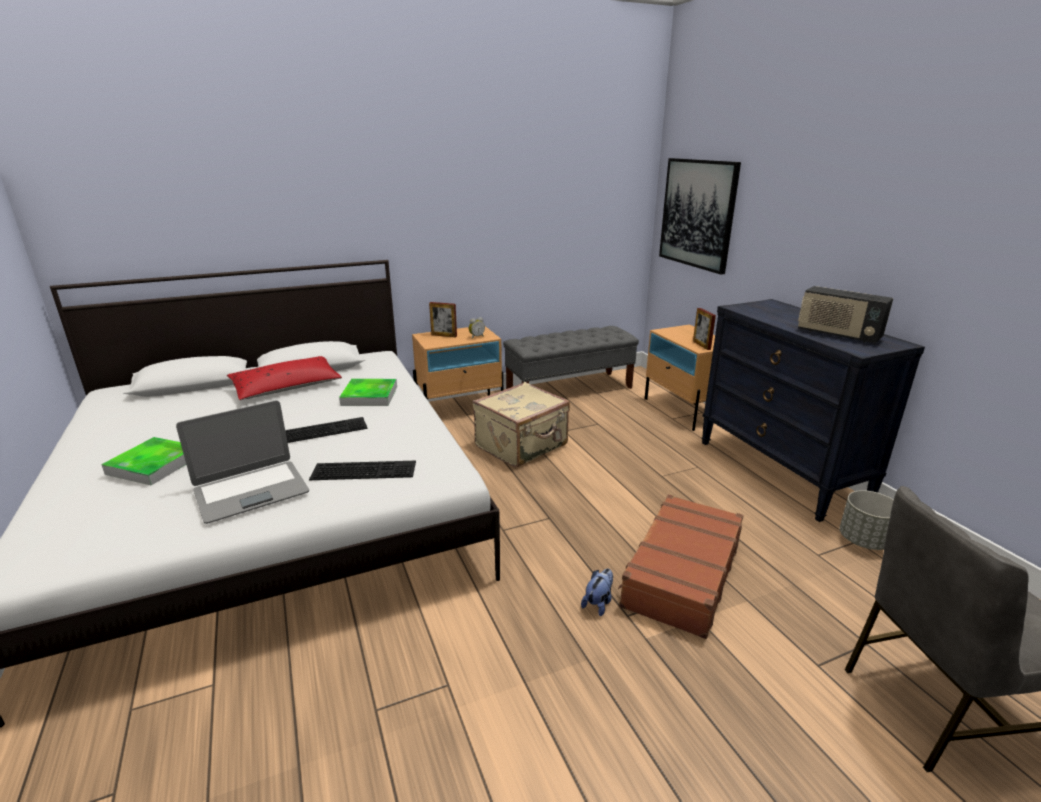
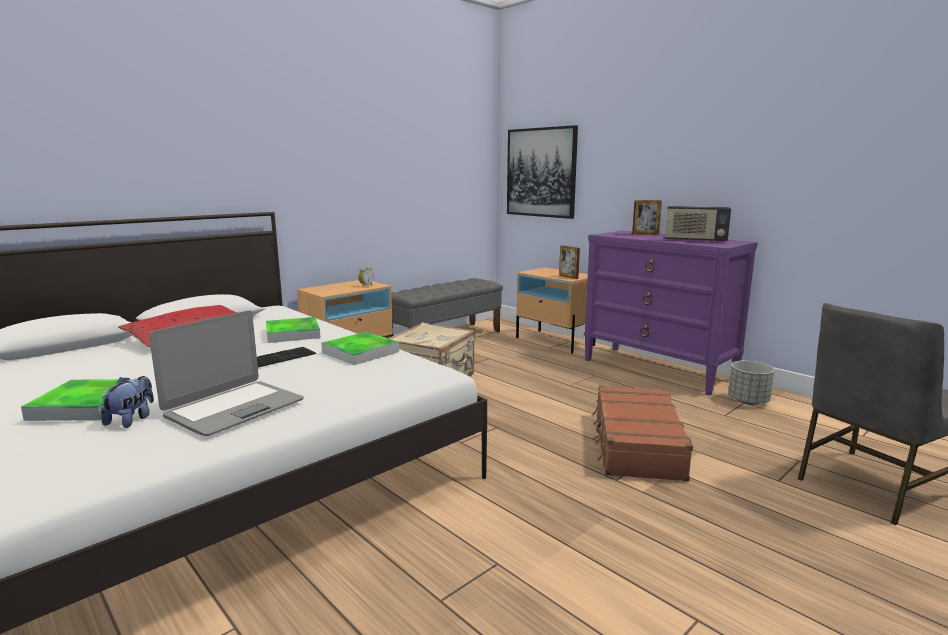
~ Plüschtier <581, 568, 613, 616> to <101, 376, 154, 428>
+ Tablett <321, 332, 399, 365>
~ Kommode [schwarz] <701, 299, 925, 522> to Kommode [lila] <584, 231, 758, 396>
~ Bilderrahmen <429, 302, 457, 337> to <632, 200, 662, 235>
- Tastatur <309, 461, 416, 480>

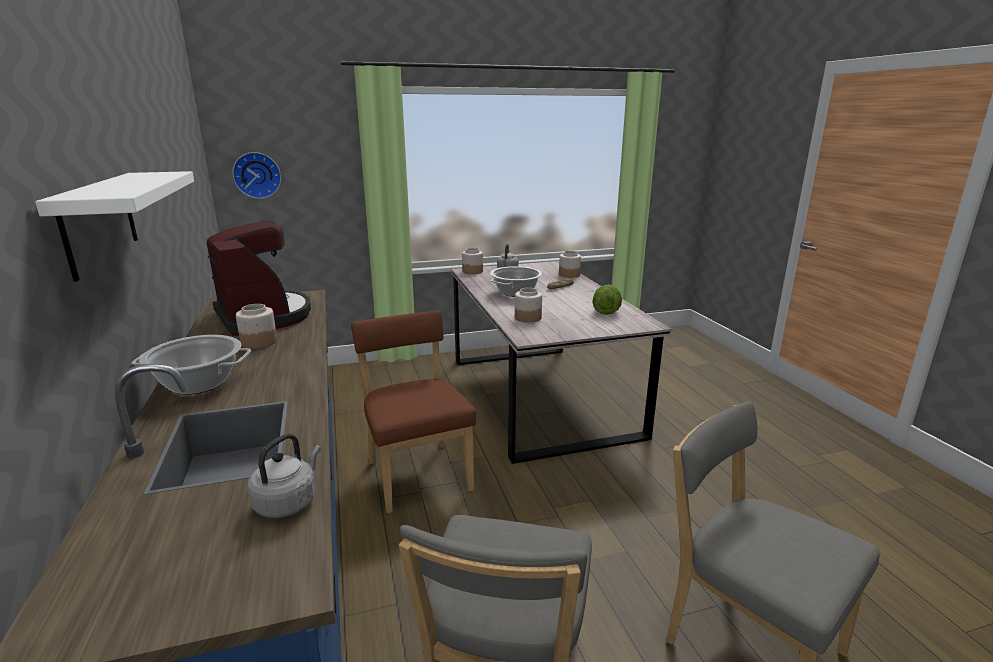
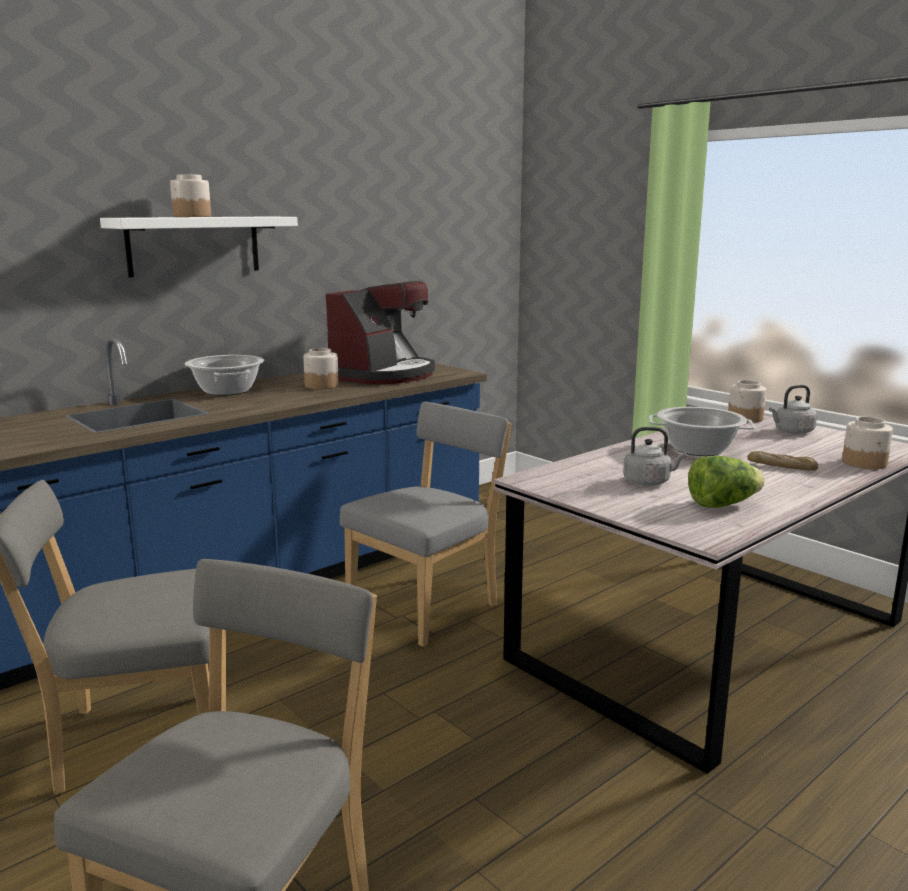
~ Vorratsglas <515, 288, 542, 323> to <170, 174, 211, 217>
~ Stuhl [braun] <351, 311, 476, 513> to Stuhl [grau] <339, 402, 511, 647>
~ Wasserkessel [grau] <248, 433, 321, 518> to <623, 427, 687, 486>
- Wanduhr <232, 152, 281, 199>

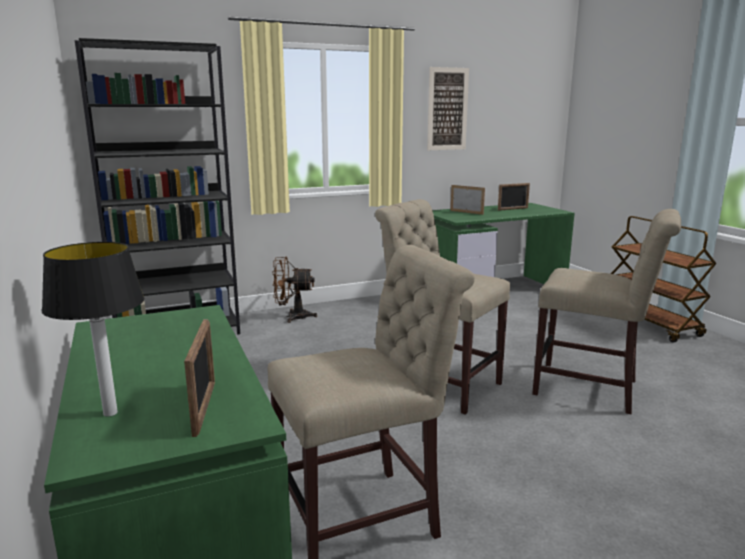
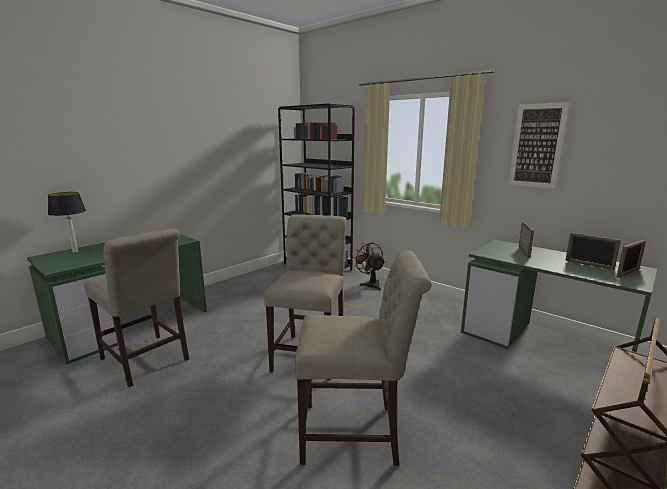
~ Stuhl [beige] <532, 209, 681, 414> = <295, 251, 432, 466> 90 degrees counterclockwise
~ Bilderrahmen <184, 319, 215, 437> to <616, 240, 646, 278>

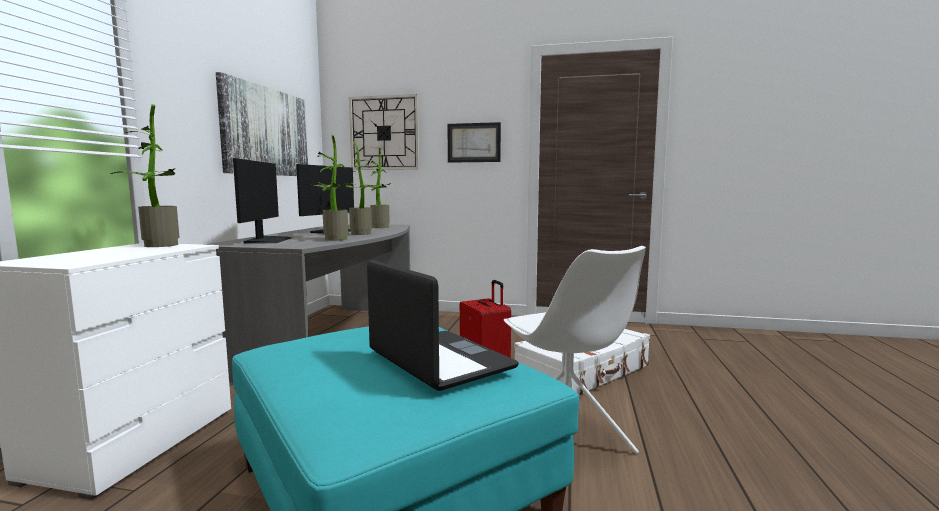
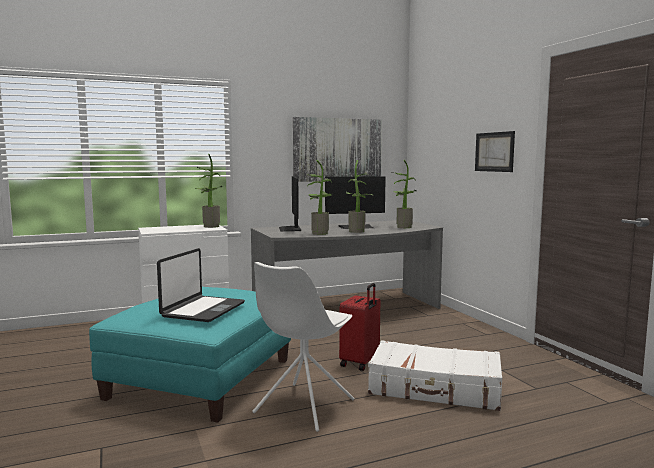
~ Monitor <233, 158, 292, 243> = <279, 176, 301, 232> 120 degrees clockwise
- Wanduhr <349, 94, 419, 170>

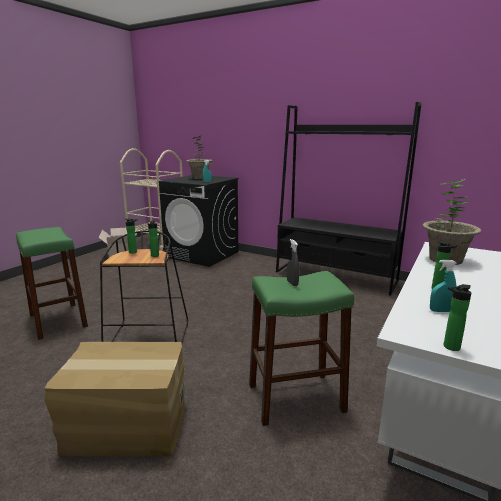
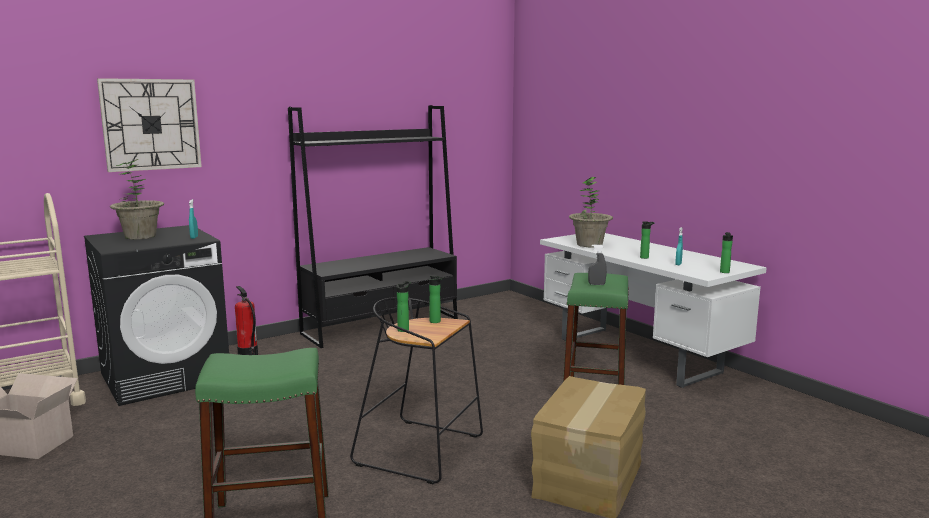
+ Wanduhr <97, 78, 202, 172>
+ Feuerlöscher <235, 286, 258, 355>

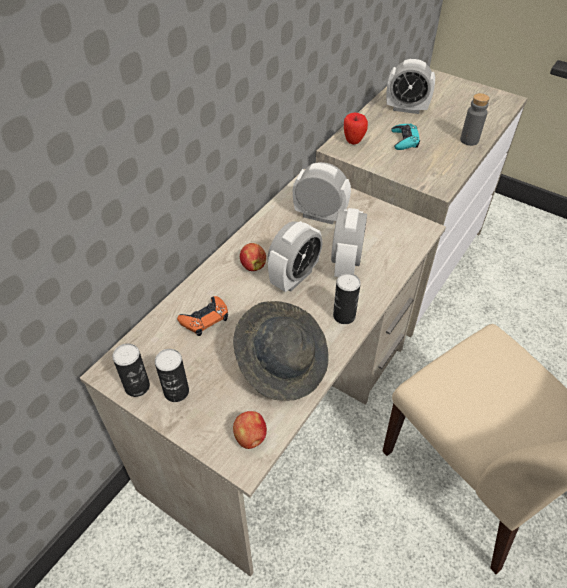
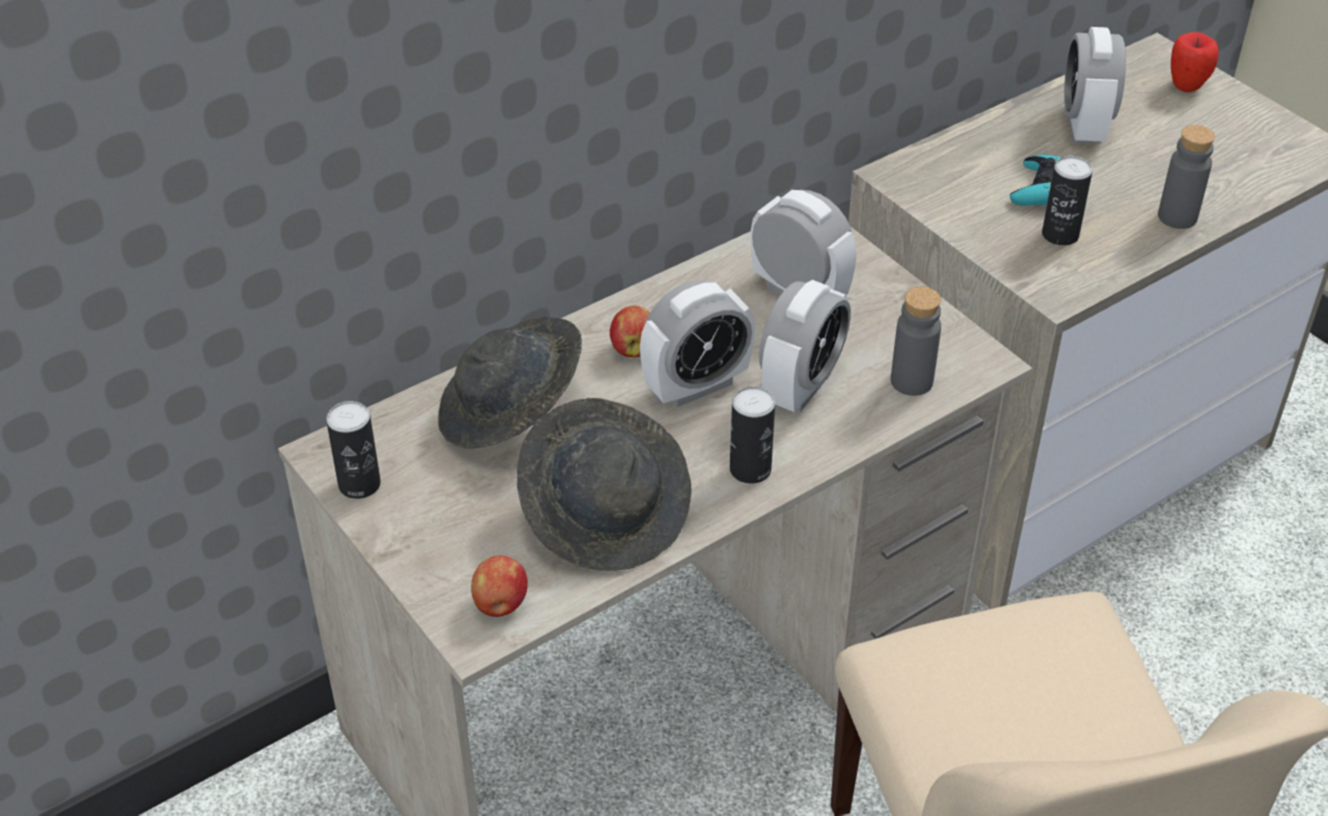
~ Gamepad [orange] <177, 296, 228, 336> to Hut [grau] <438, 317, 582, 449>
+ Flasche [grau] <891, 287, 941, 396>
~ Dose <155, 349, 189, 402> to <1042, 156, 1093, 246>
~ Wecker <386, 59, 435, 114> = <1064, 27, 1126, 144> 60 degrees clockwise
~ Apfel <344, 112, 368, 145> to <1171, 32, 1219, 92>

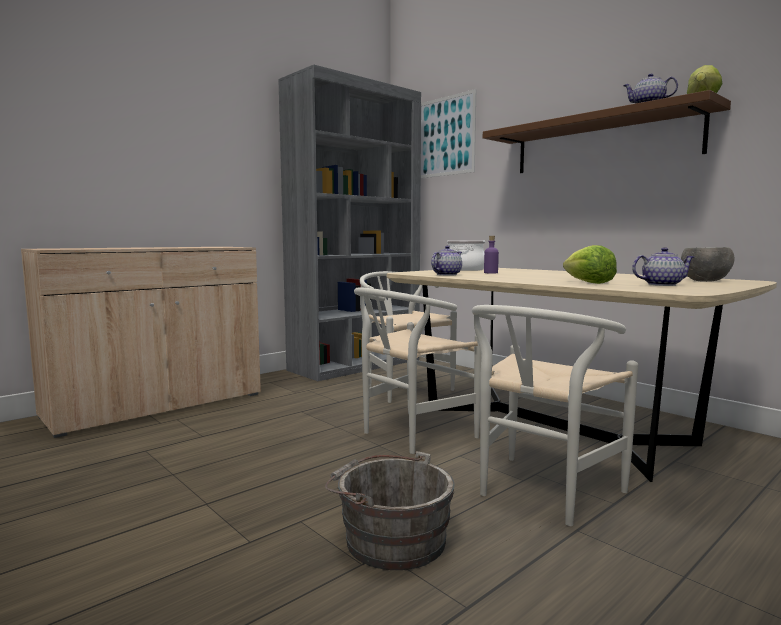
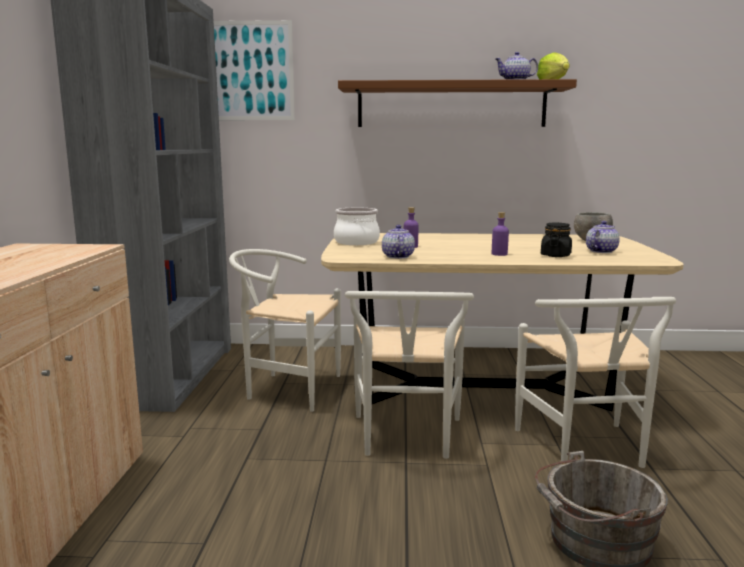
+ Flasche [lila] <492, 212, 509, 256>
~ Salatkopf <563, 245, 617, 284> to Vorratsglas [schwarz] <541, 223, 572, 257>

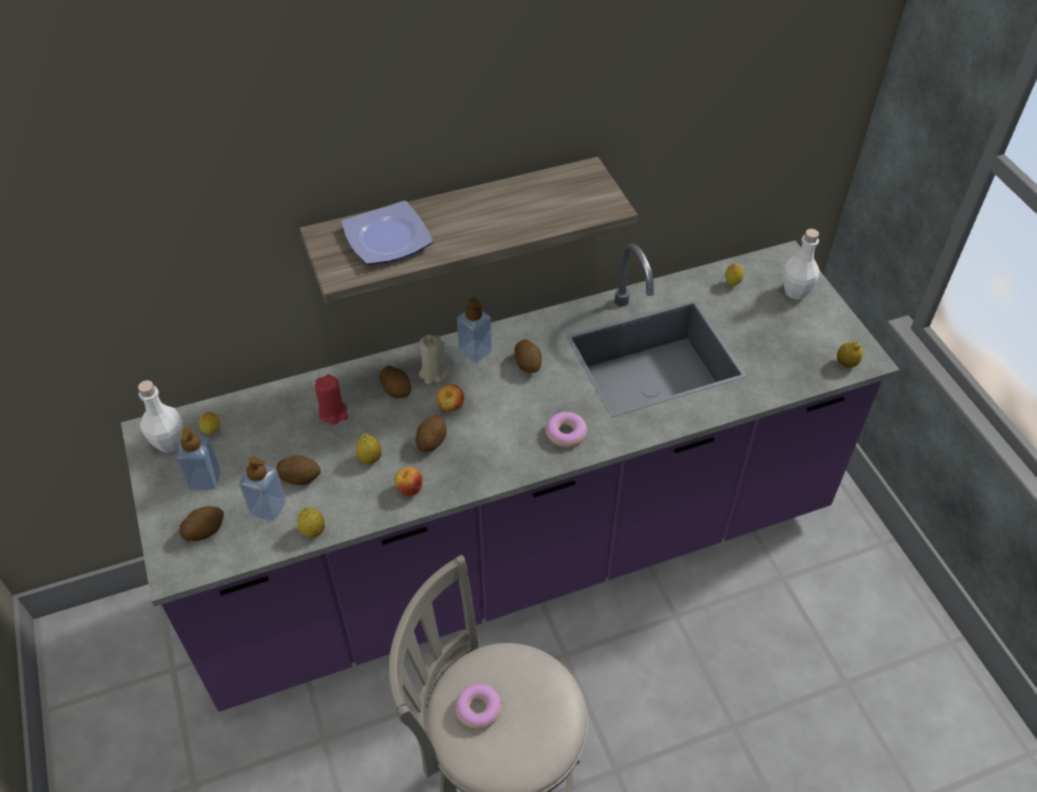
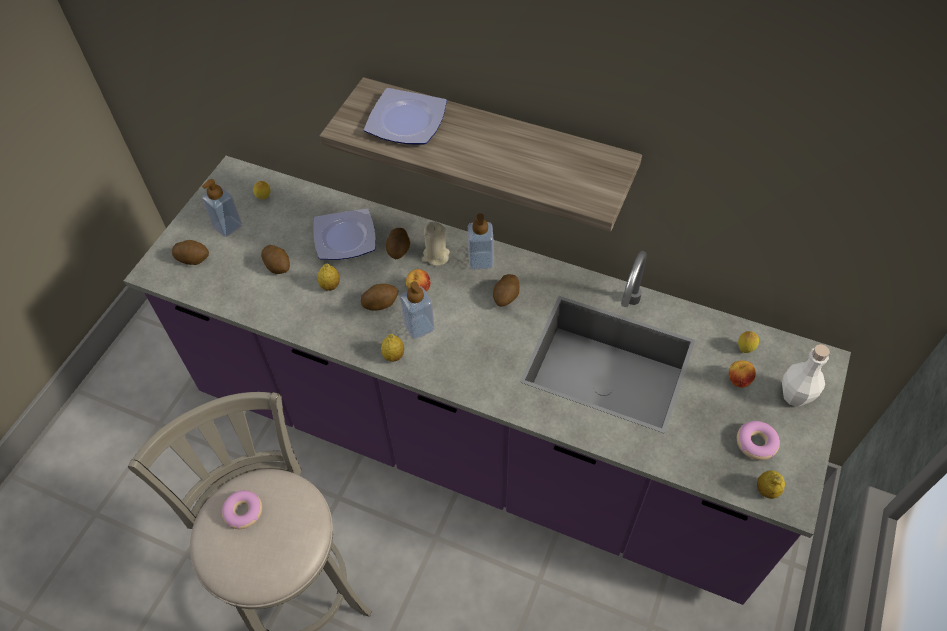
~ Kerze [rot] <315, 374, 348, 425> to Teller <313, 209, 376, 260>
~ Zitrone <297, 507, 325, 538> to <381, 334, 404, 362>
~ Seifenspender <239, 456, 286, 521> to <400, 281, 435, 339>
~ Apfel <394, 467, 423, 496> to <729, 360, 756, 388>
~ Donut <545, 412, 587, 447> to <737, 421, 780, 460>
- Flasche [weiß] <138, 380, 184, 453>

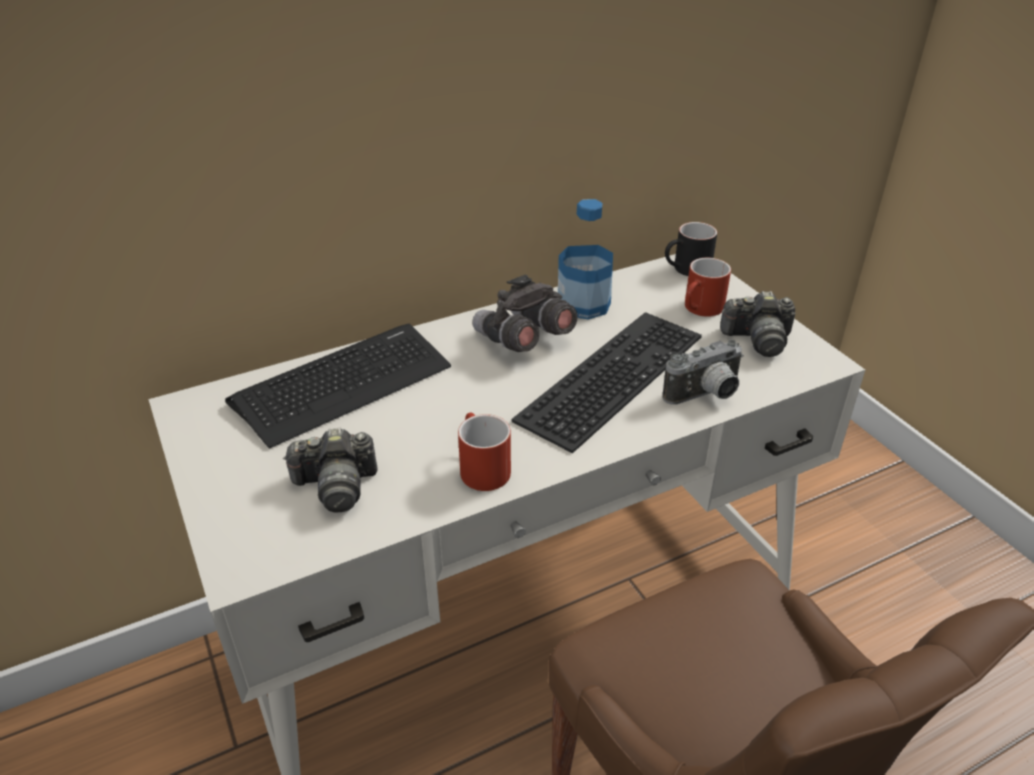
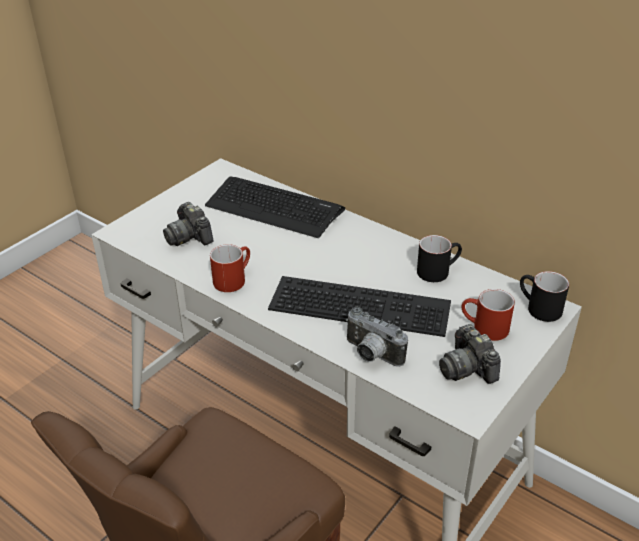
~ Flasche <558, 199, 613, 319> to Henkelbecher [schwarz] <417, 235, 462, 282>
- Fernglas [grau] <472, 275, 578, 352>

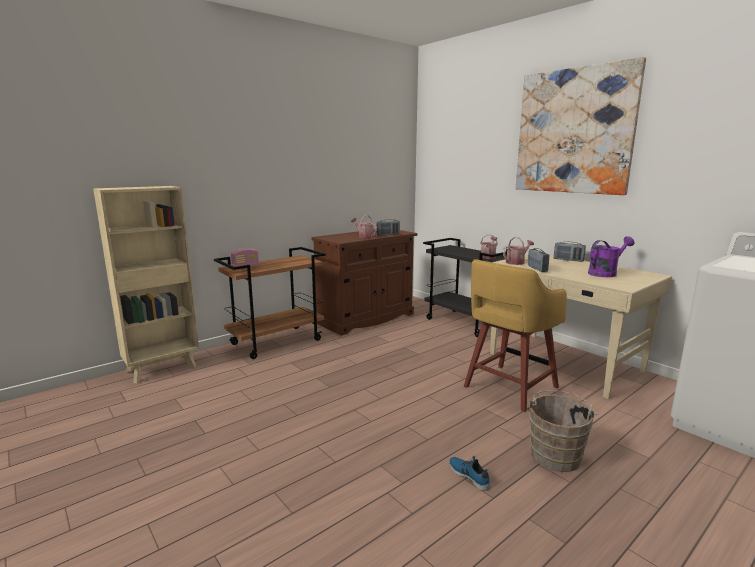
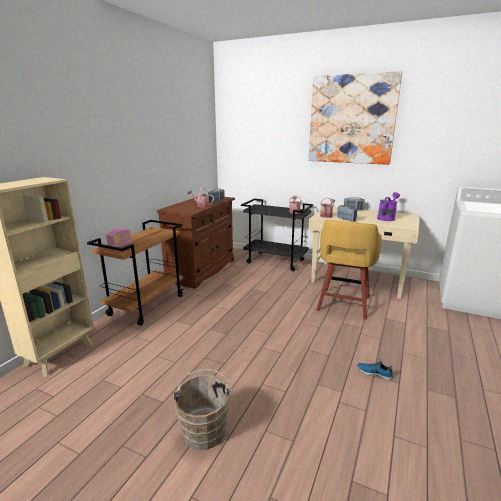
~ Eimer [braun] <527, 390, 598, 472> to <172, 369, 233, 450>

